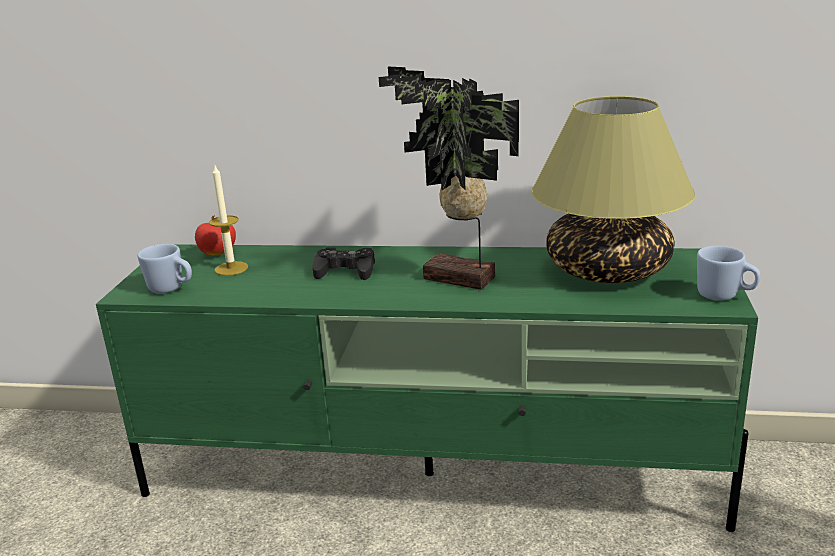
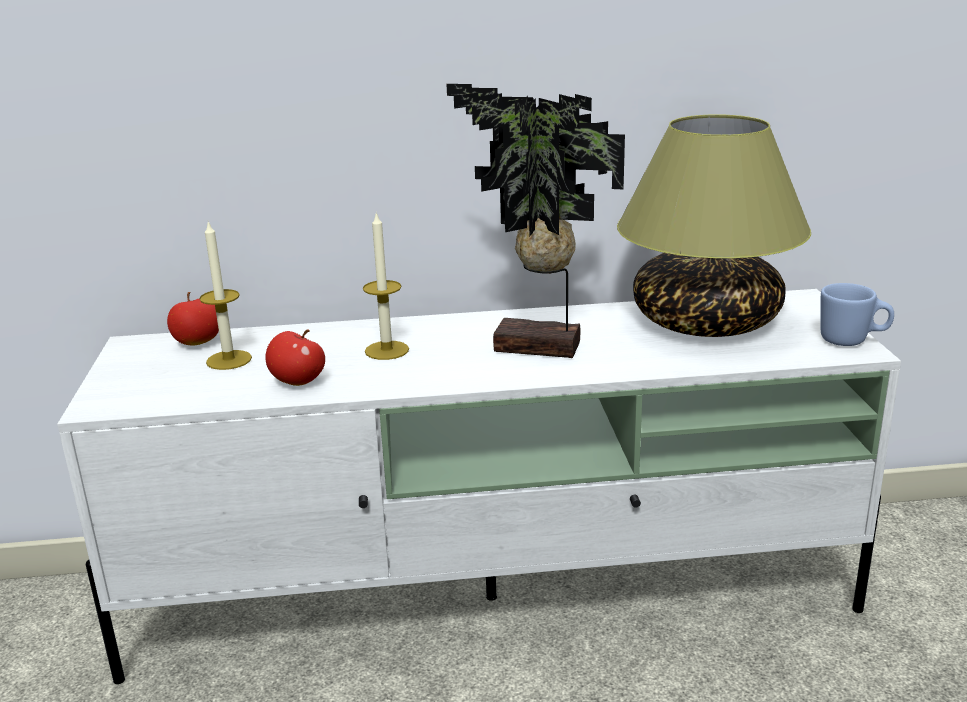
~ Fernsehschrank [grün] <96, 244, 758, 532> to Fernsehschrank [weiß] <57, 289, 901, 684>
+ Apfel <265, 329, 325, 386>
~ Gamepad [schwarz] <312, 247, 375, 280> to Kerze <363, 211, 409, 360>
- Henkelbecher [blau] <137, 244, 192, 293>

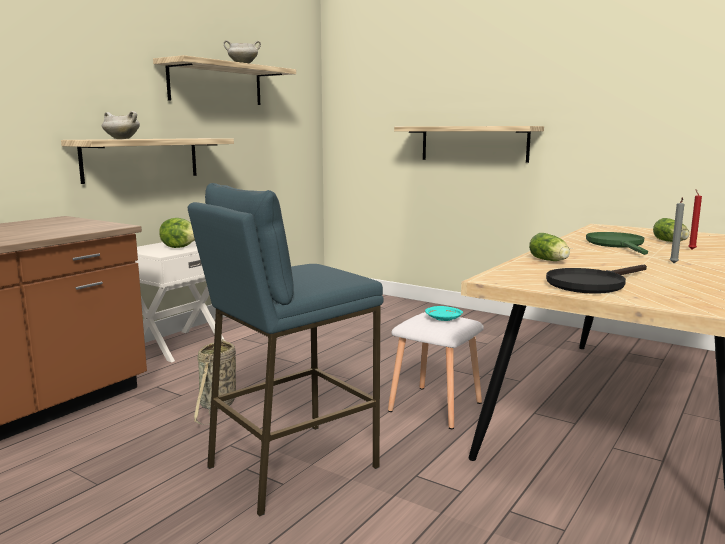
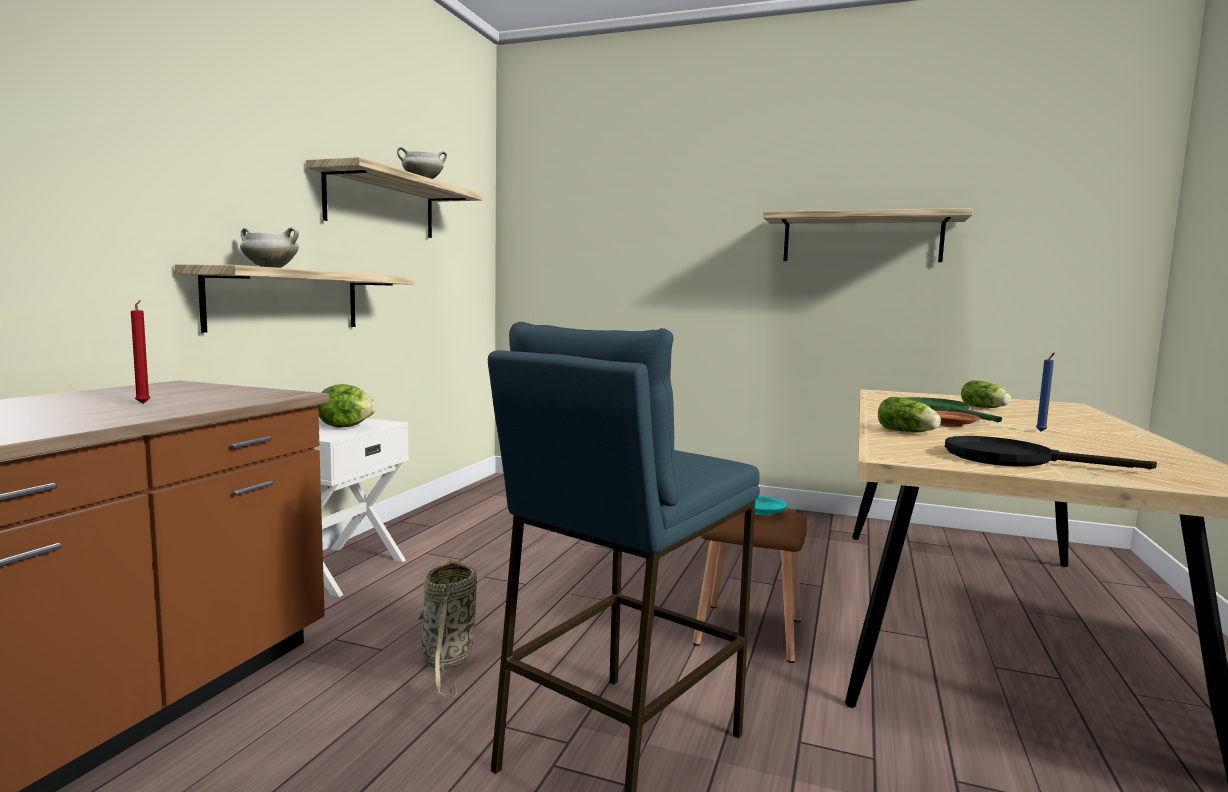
~ Kerze [rot] <689, 189, 702, 250> to <131, 300, 150, 404>
~ Hocker [weiß] <388, 312, 484, 429> to Hocker [braun] <693, 510, 807, 663>
~ Wandregal <394, 126, 544, 163> to <763, 208, 973, 262>
+ Teller [braun] <936, 411, 980, 427>
~ Pfanne [schwarz] <546, 265, 647, 294> = <945, 436, 1157, 469> 75 degrees clockwise
~ Kerze [grau] <670, 197, 684, 263> to Kerze [blau] <1036, 352, 1055, 432>

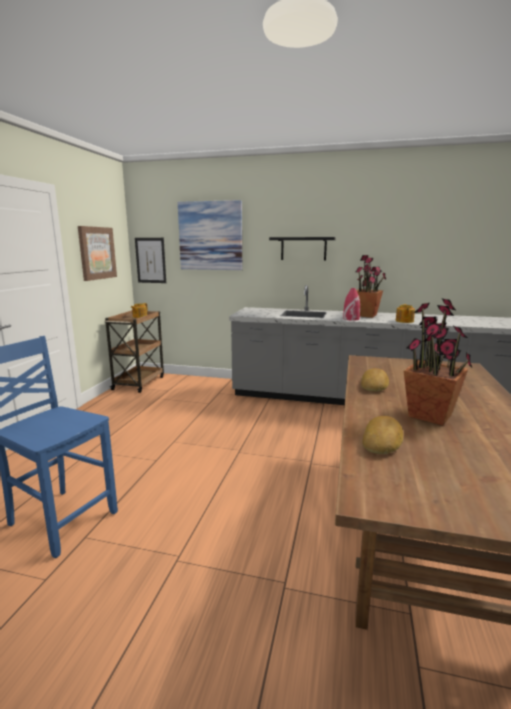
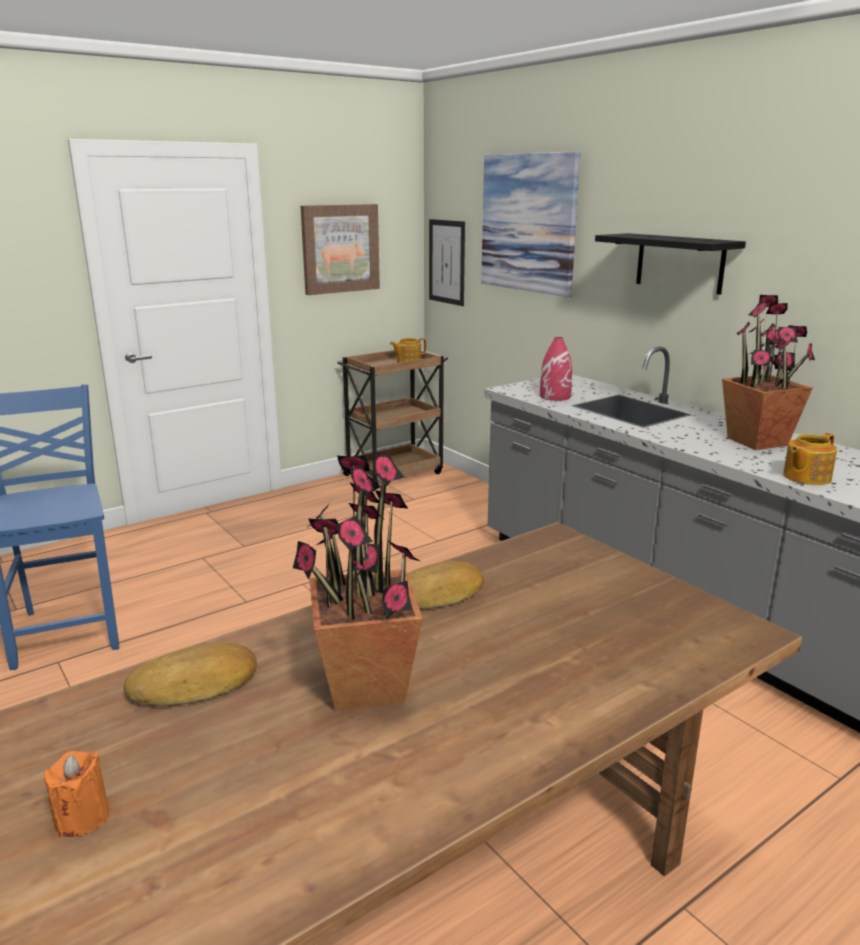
+ Kerze [orange] <44, 751, 109, 837>
~ Vase [rot] <343, 288, 360, 321> to <540, 337, 572, 401>

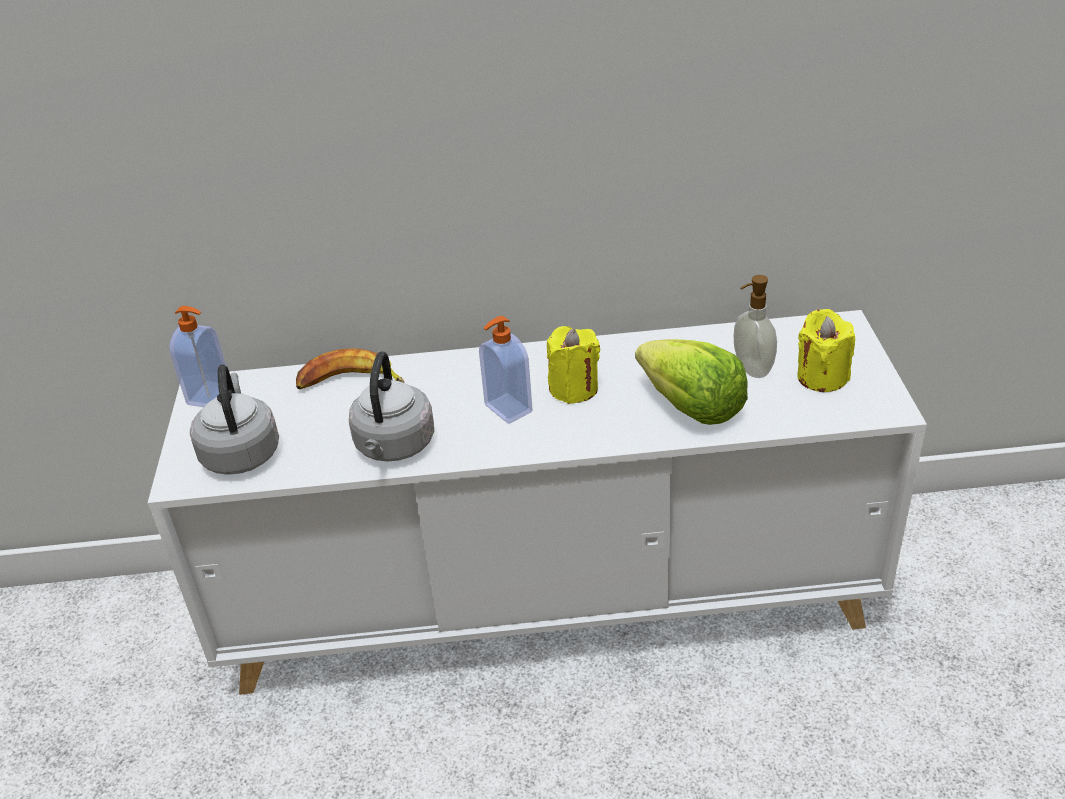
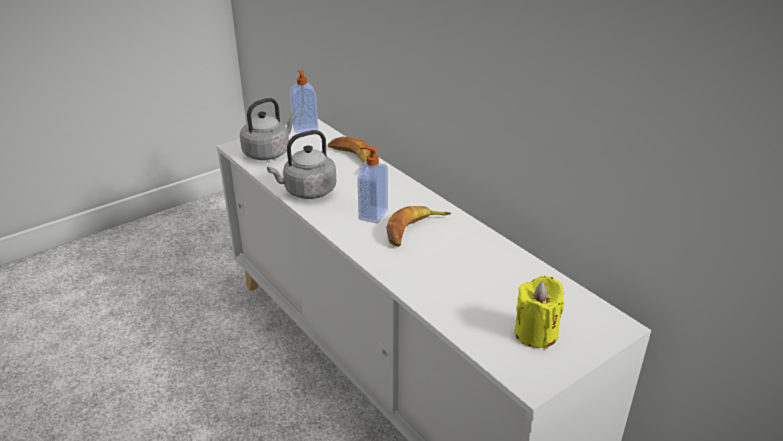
~ Kerze [gelb] <547, 326, 600, 404> to Banane <386, 206, 451, 247>
- Salatkopf <635, 339, 748, 425>
- Seifenspender <734, 275, 777, 378>

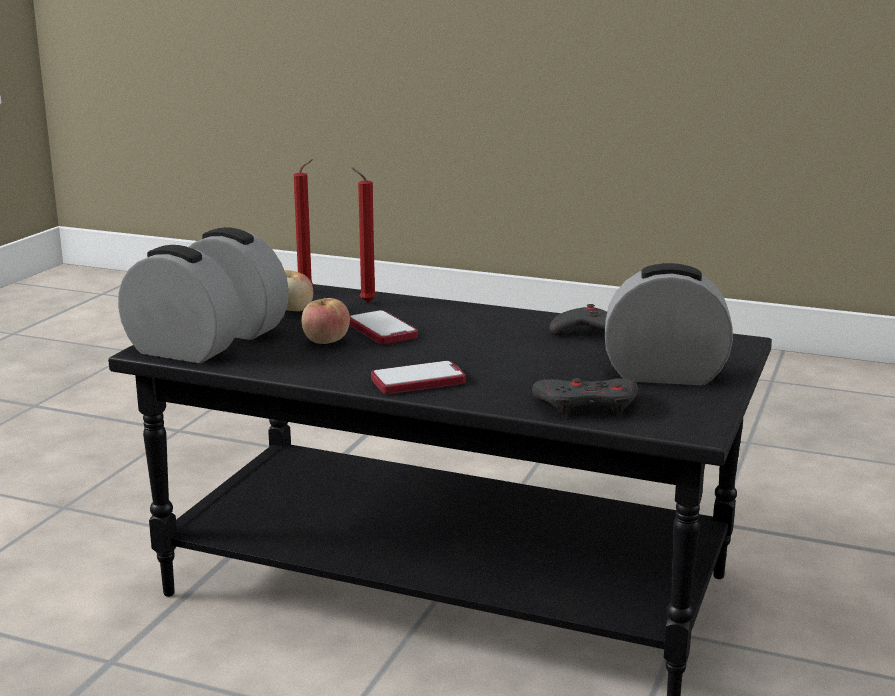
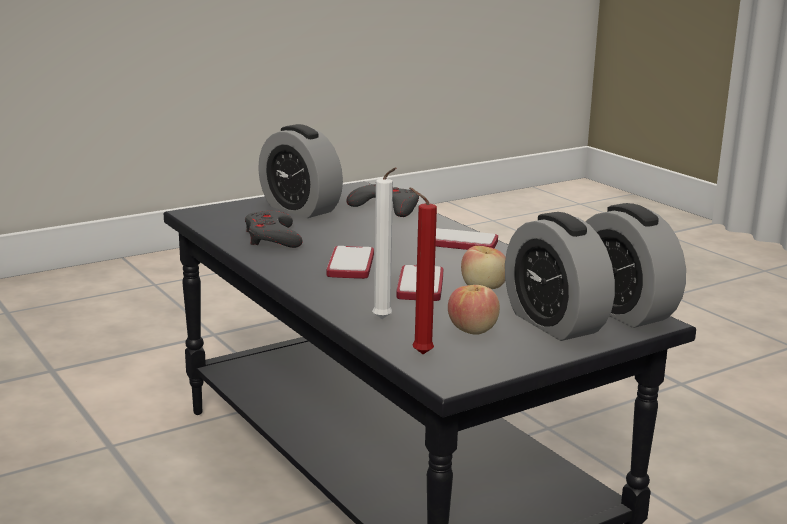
+ Handy <327, 246, 374, 279>
~ Kerze [rot] <351, 167, 376, 303> to Kerze [weiß] <372, 167, 396, 319>

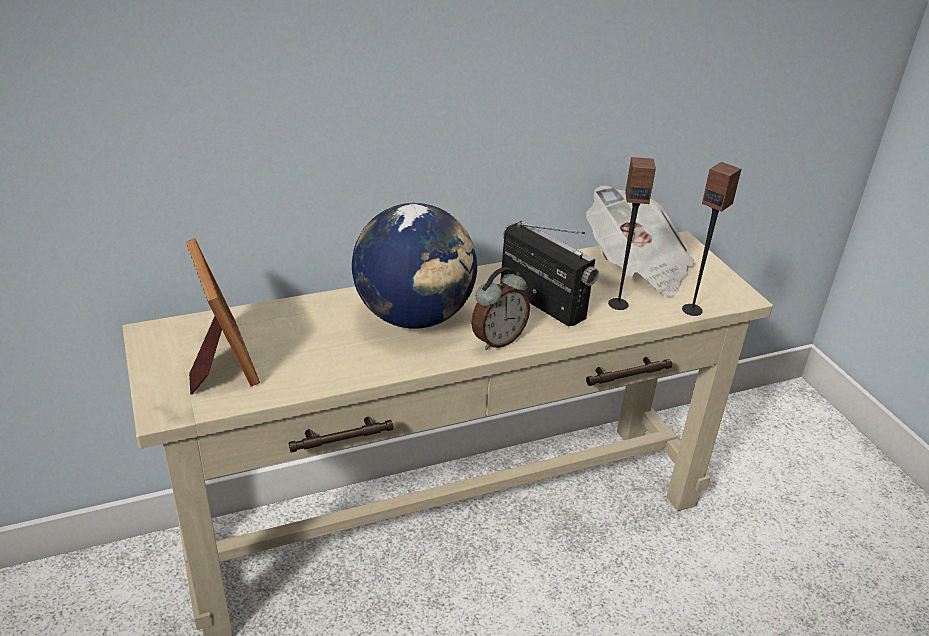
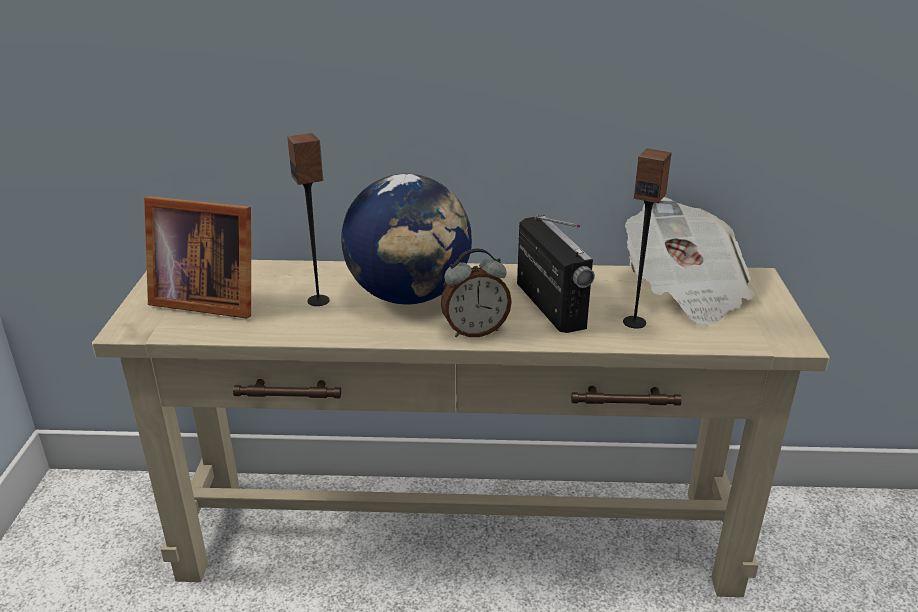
~ Bilderrahmen <186, 239, 260, 395> = <144, 196, 251, 319> 105 degrees clockwise
~ Lautsprecher <682, 162, 741, 316> to <287, 133, 330, 306>

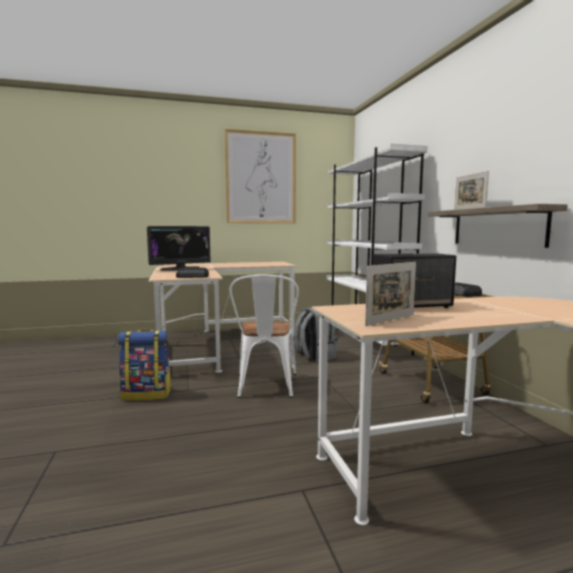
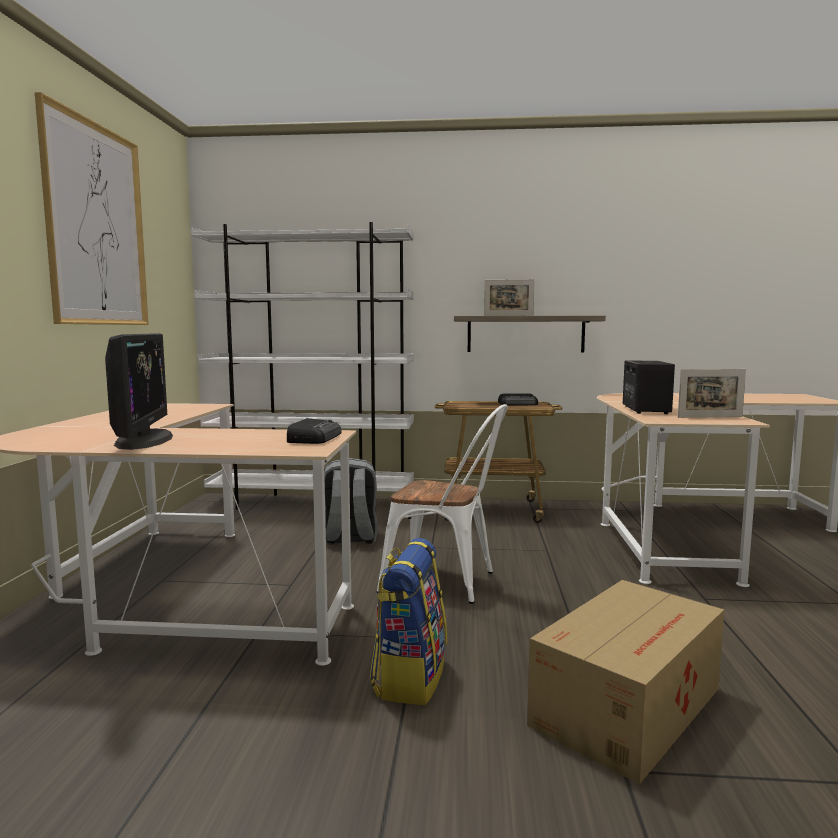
+ Karton <527, 580, 724, 784>
~ Bilderrahmen <365, 262, 416, 326> = <678, 369, 746, 418> 105 degrees clockwise

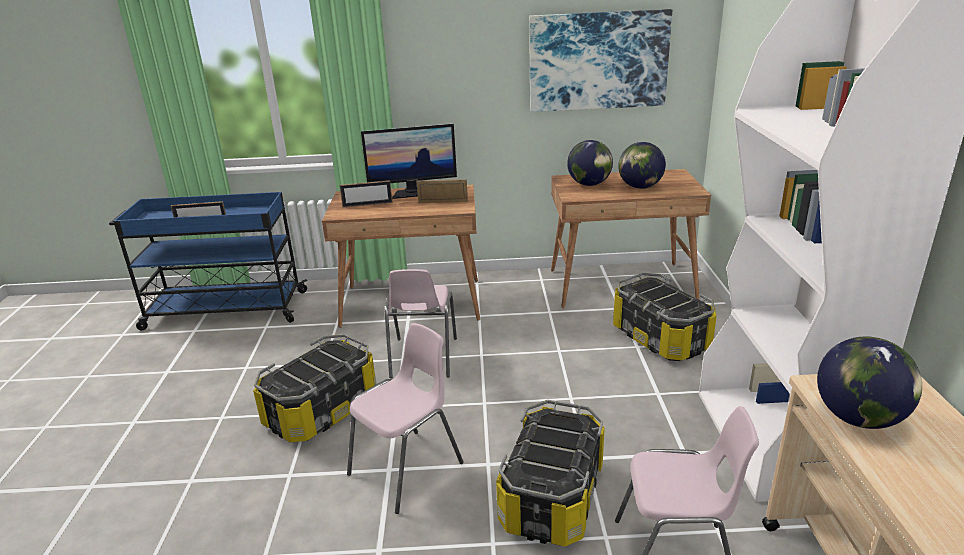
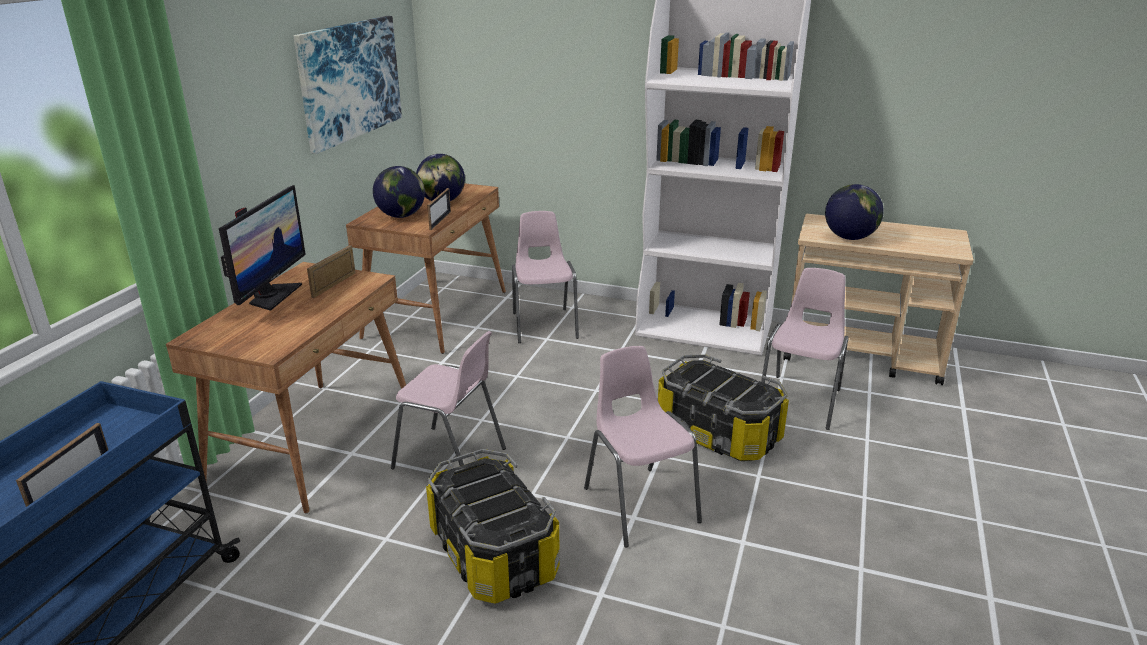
~ Bilderrahmen <340, 180, 392, 207> to <427, 188, 451, 230>
~ Aufbewahrungsbox <613, 273, 717, 361> to Stuhl [rosa] <512, 211, 579, 343>

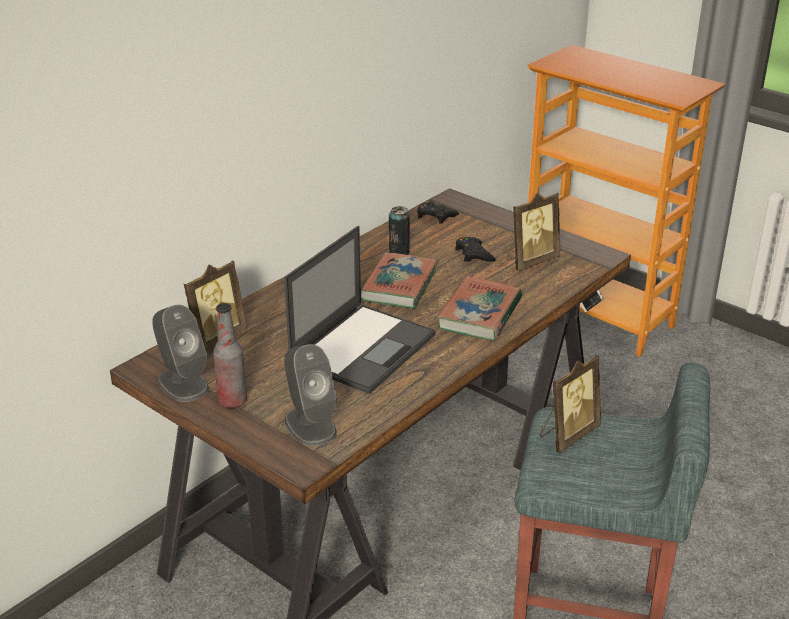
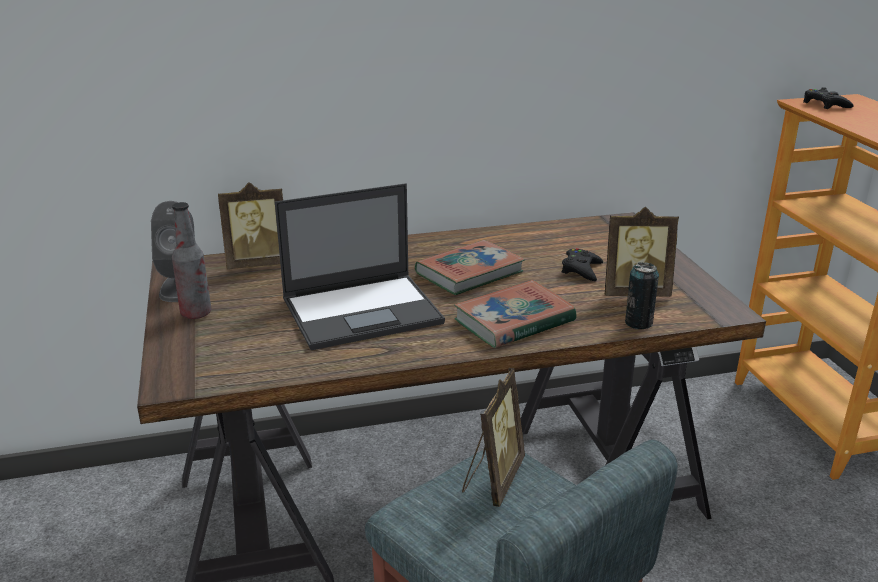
~ Bilderrahmen <540, 355, 601, 453> = <462, 368, 525, 507> 60 degrees counterclockwise
~ Dose <389, 206, 410, 255> to <625, 262, 659, 329>
~ Gamepad [schwarz] <417, 201, 459, 224> to <803, 87, 854, 109>
- Lautsprecher [grau] <284, 344, 337, 446>

